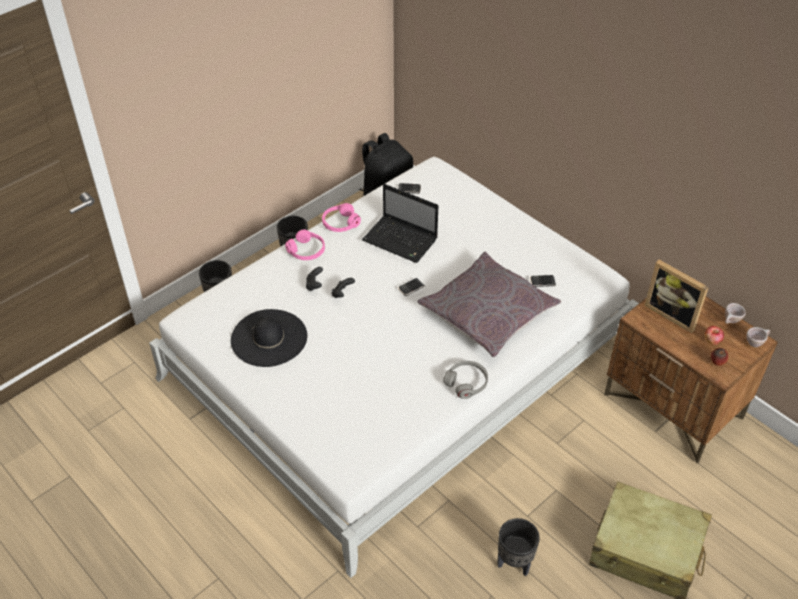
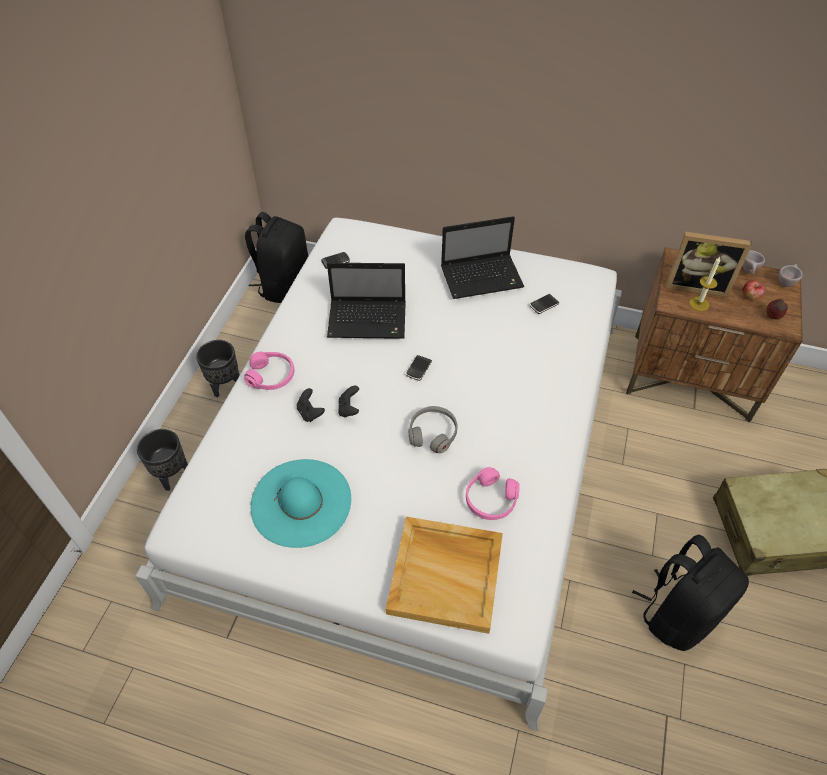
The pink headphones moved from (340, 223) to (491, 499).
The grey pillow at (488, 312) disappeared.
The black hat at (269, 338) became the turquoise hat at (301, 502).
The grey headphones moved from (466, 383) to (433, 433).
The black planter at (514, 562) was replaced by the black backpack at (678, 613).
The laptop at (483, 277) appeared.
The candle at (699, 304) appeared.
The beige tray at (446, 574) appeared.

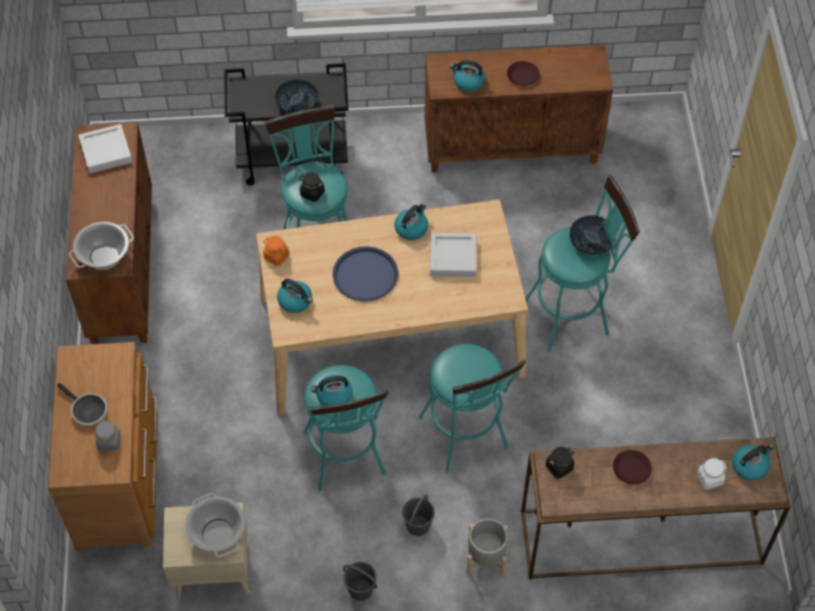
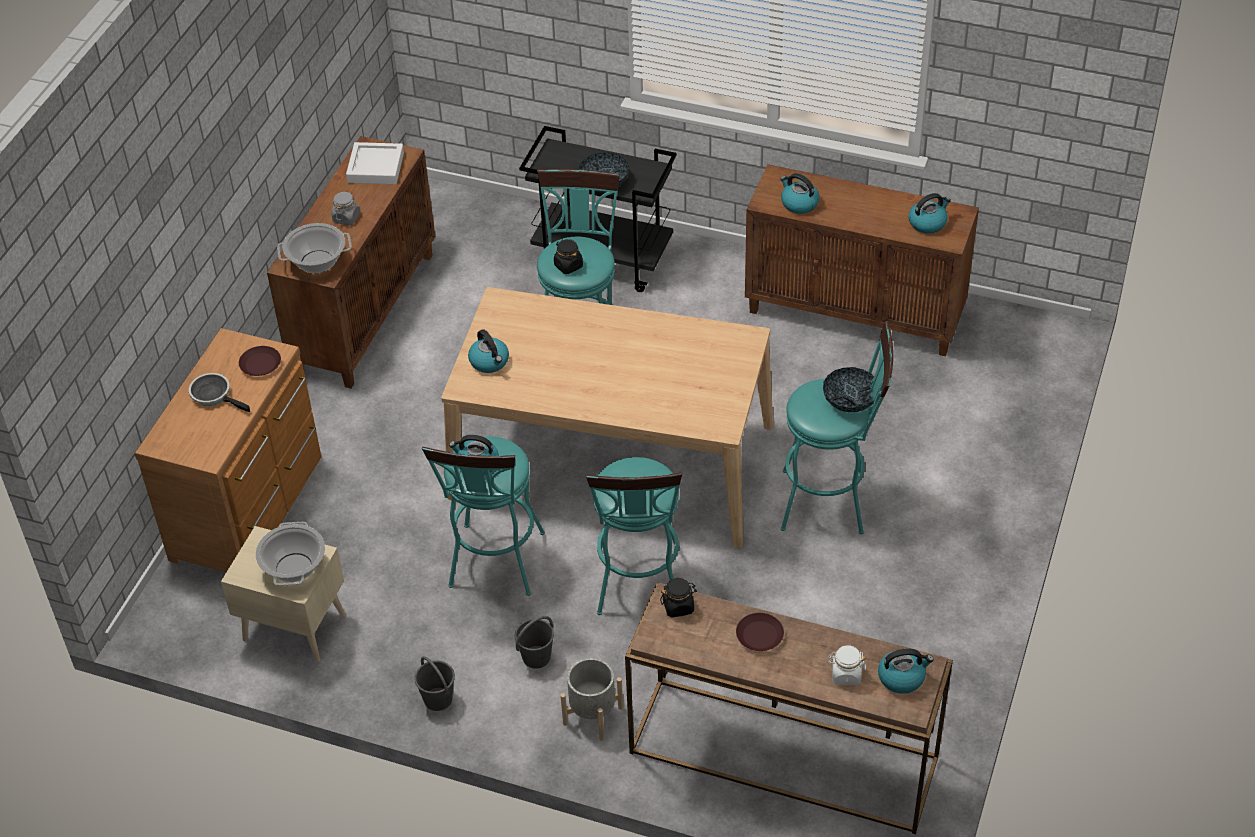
The brown plate moved from (523, 76) to (261, 365).
The kettle moved from (411, 228) to (928, 223).
The grey tray at (453, 258) disappeared.
The orange jar at (276, 256) disappeared.
The blue tray at (365, 275) disappeared.
The frying pan at (87, 411) turned 150 degrees clockwise.
The grey jar moved from (109, 441) to (346, 218).

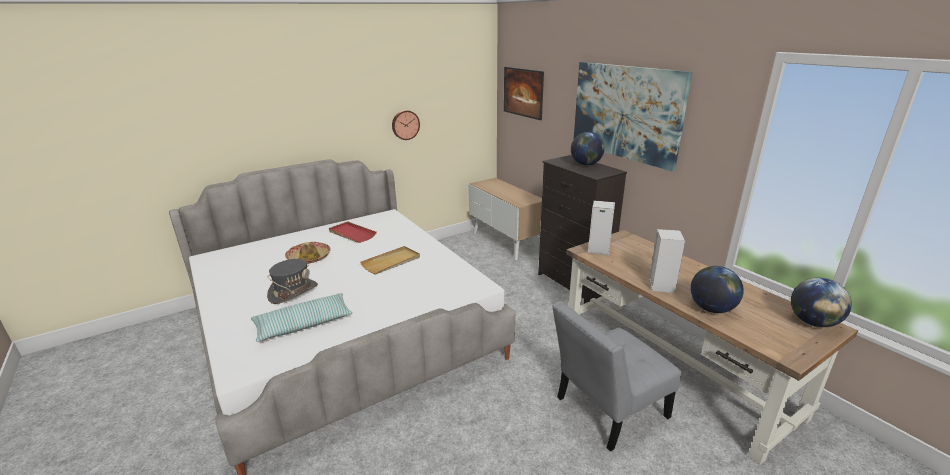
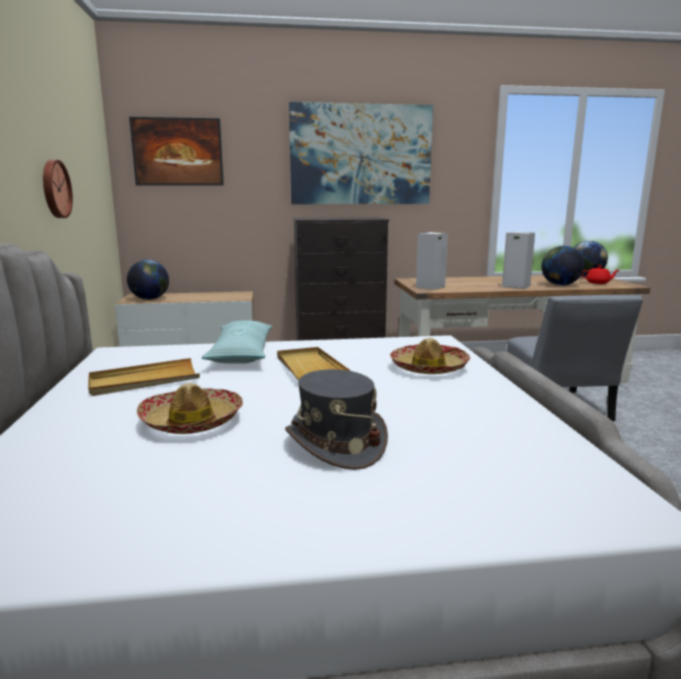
The globe moved from (586, 164) to (150, 299).
The red tray at (352, 234) became the beige tray at (144, 381).
The pillow moved from (304, 324) to (241, 354).
The red teapot at (598, 283) appeared.
The hat at (429, 367) appeared.

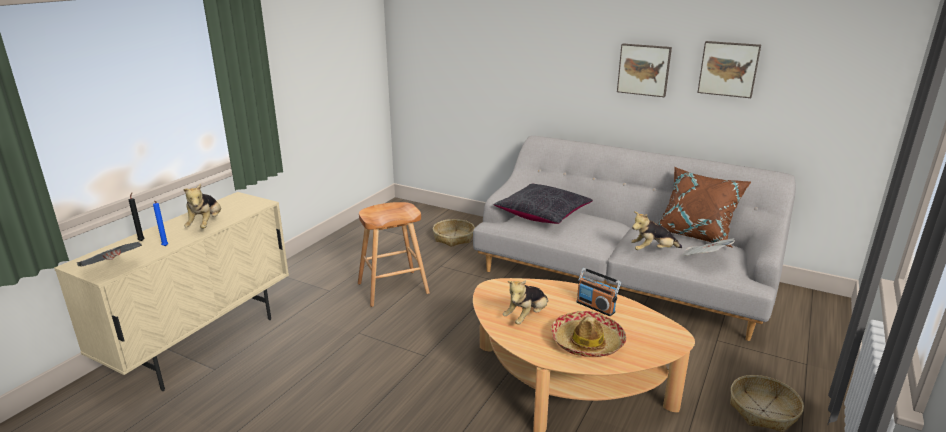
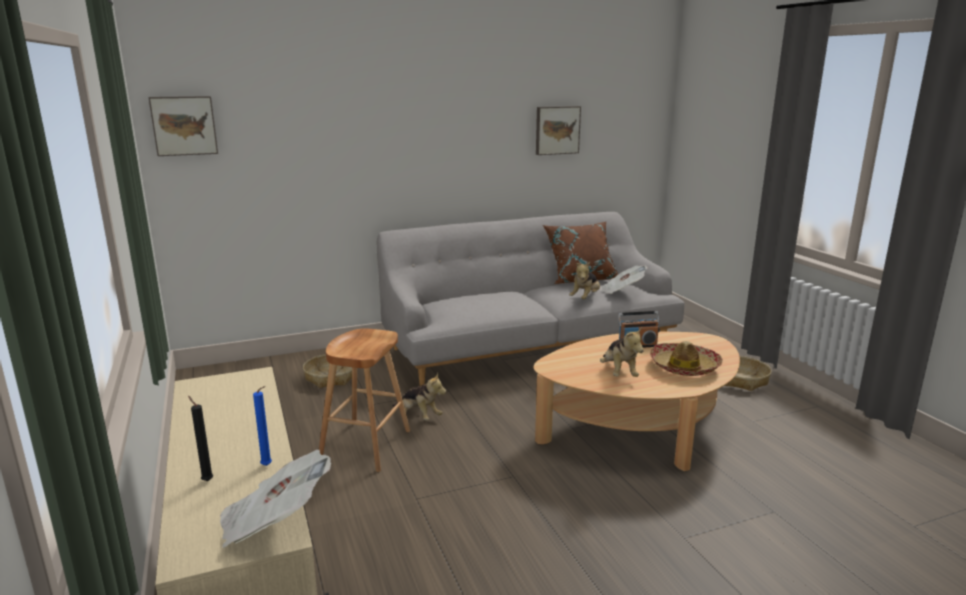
The picture moved from (644, 69) to (184, 125).
The plush toy moved from (206, 225) to (419, 416).
The black pillow at (542, 214) disappeared.

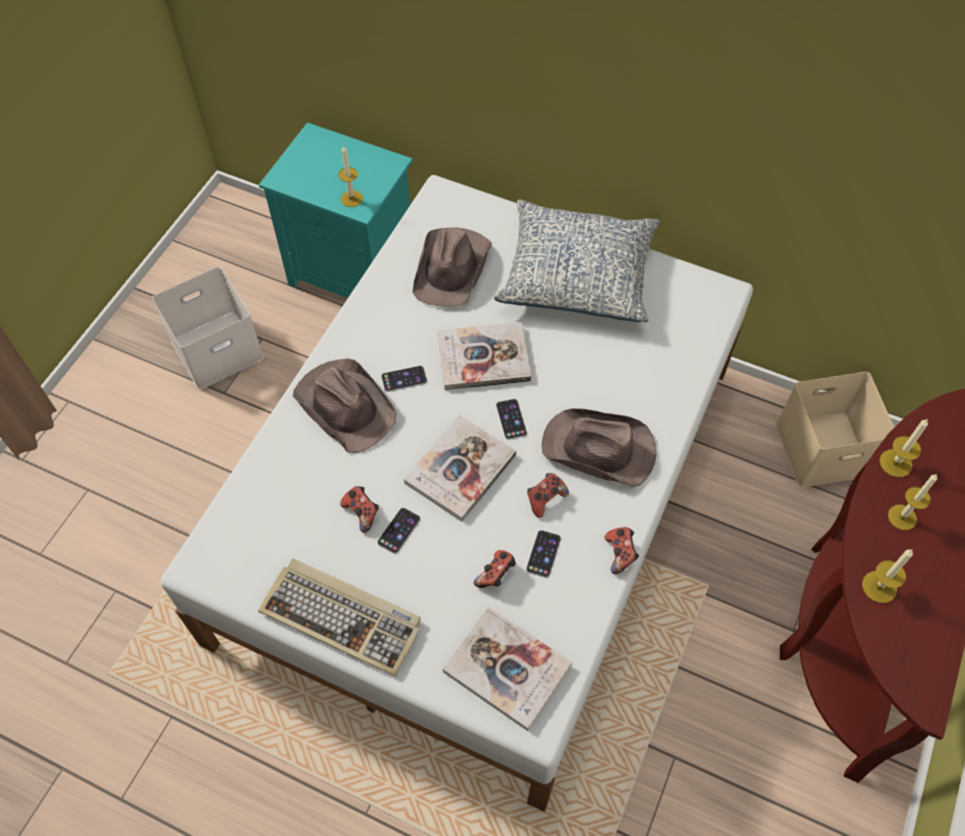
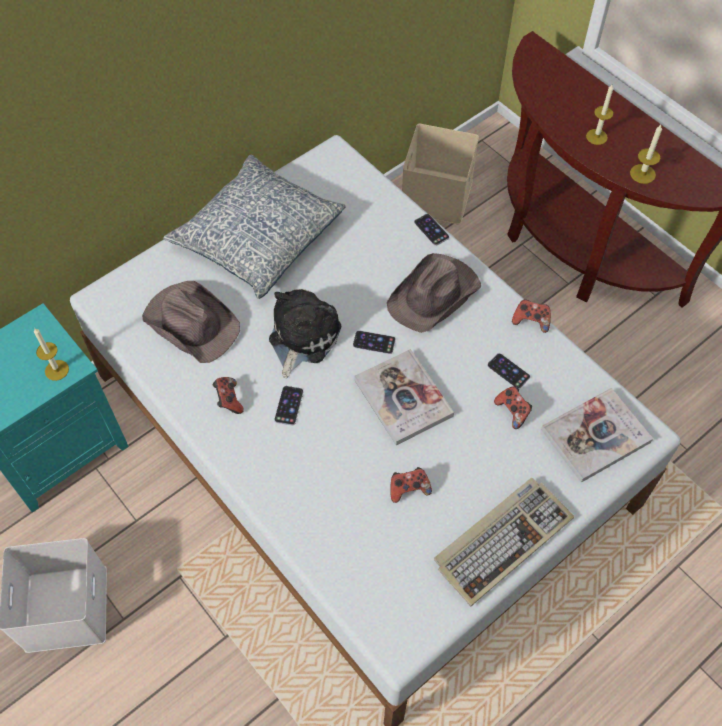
The book at (483, 358) was replaced by the plush toy at (302, 337).
The brown hat at (345, 405) disappeared.
The candle at (895, 463) disappeared.
The game controller moved from (545, 499) to (228, 400).
The phone moved from (399, 530) to (431, 230).

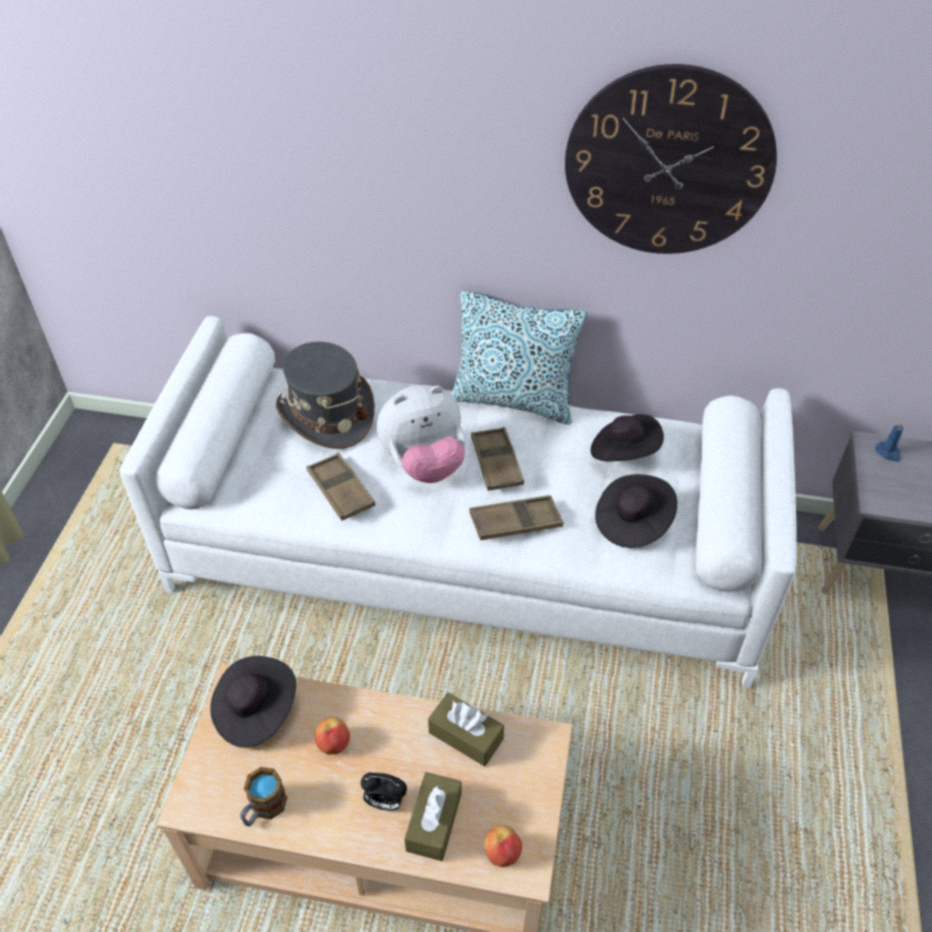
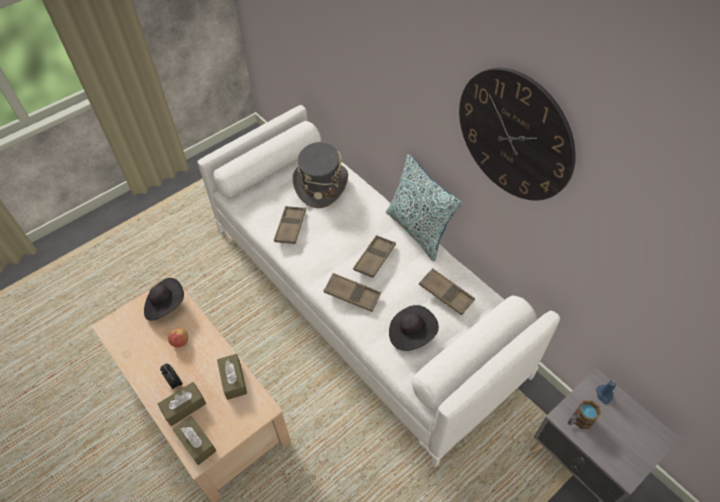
The plush toy at (424, 463) disappeared.
The black hat at (624, 452) was replaced by the brown tray at (446, 294).
The mug moved from (263, 808) to (578, 421).
The apple at (502, 853) was replaced by the brown tissue box at (196, 443).

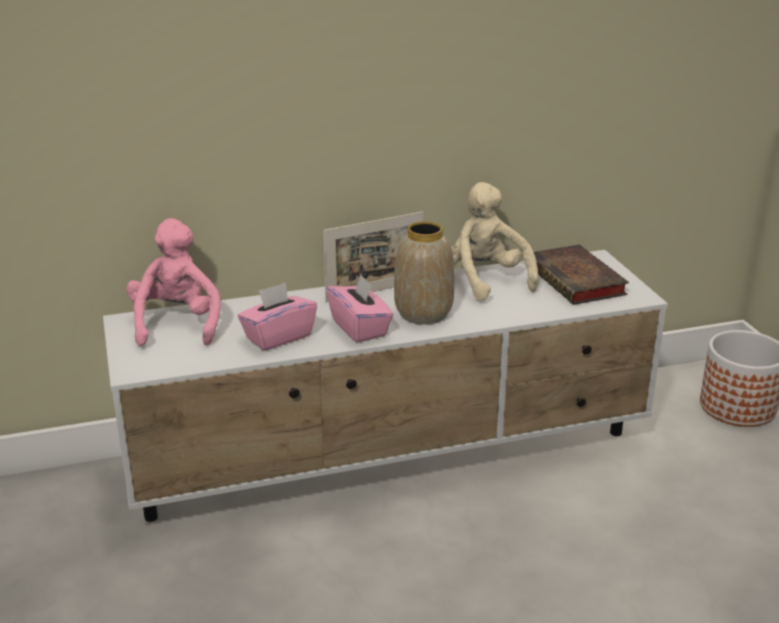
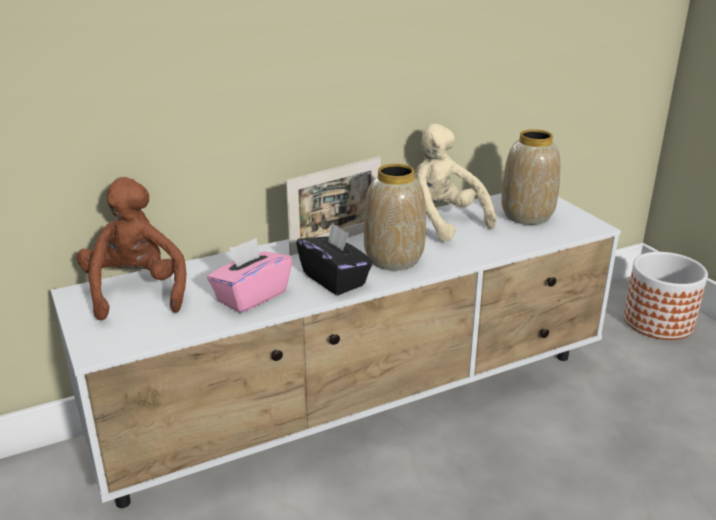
The pink plush toy at (177, 324) became the brown plush toy at (136, 292).
The book at (577, 281) was replaced by the vase at (528, 216).
The pink tissue box at (360, 328) became the black tissue box at (335, 279).

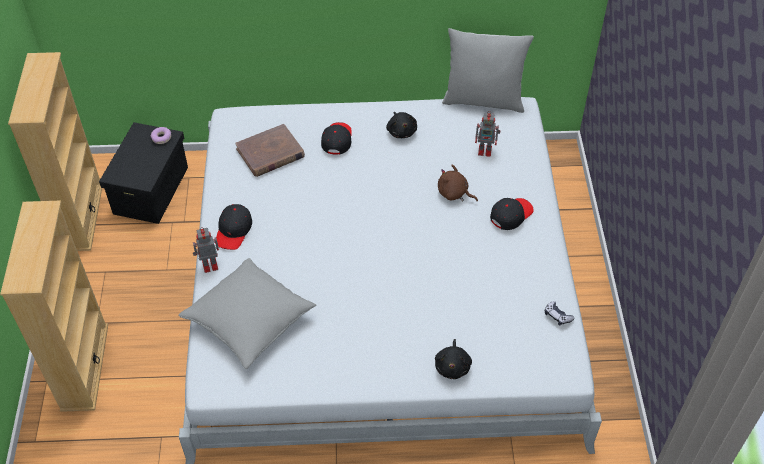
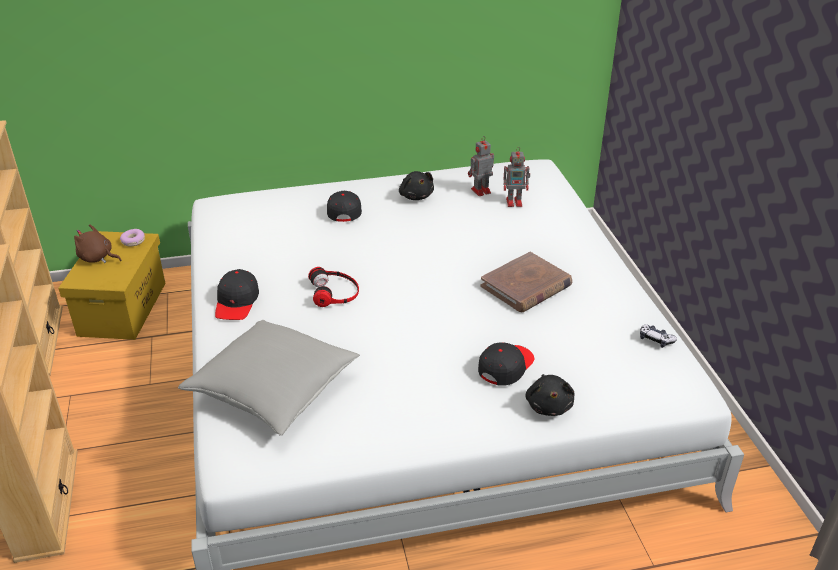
The grey pillow at (483, 100) disappeared.
The black storage box at (151, 189) became the yellow storage box at (122, 308).
The brown book moved from (270, 153) to (526, 286).
The brown plush toy moved from (454, 193) to (97, 258).
The black cap moved from (511, 215) to (505, 367).
The toy robot moved from (209, 265) to (480, 191).
The headphones at (335, 292) appeared.

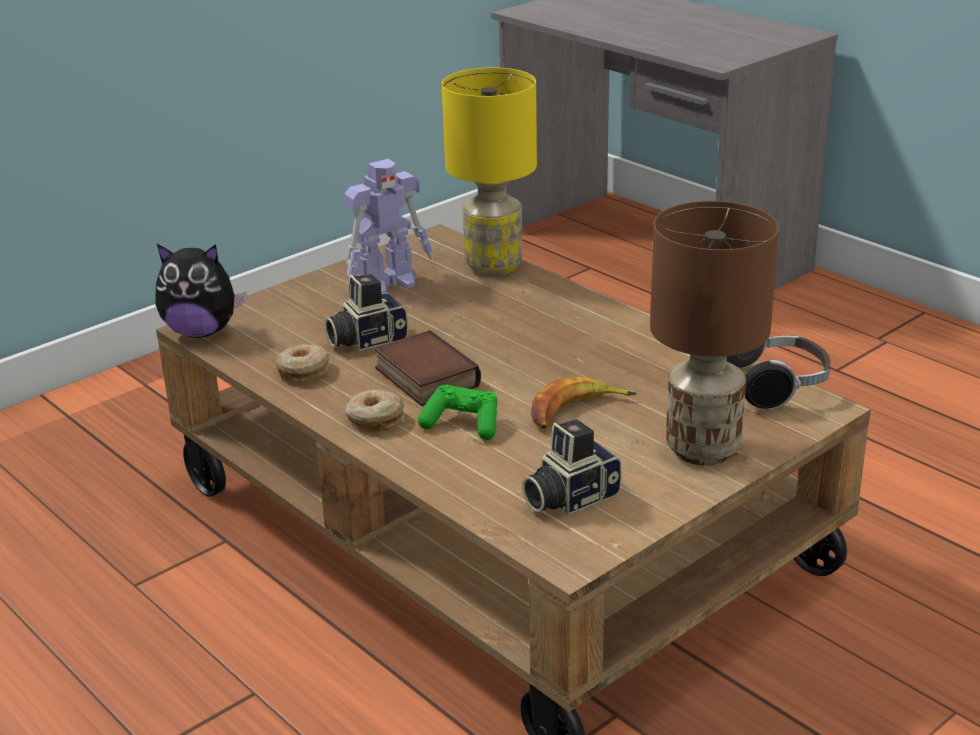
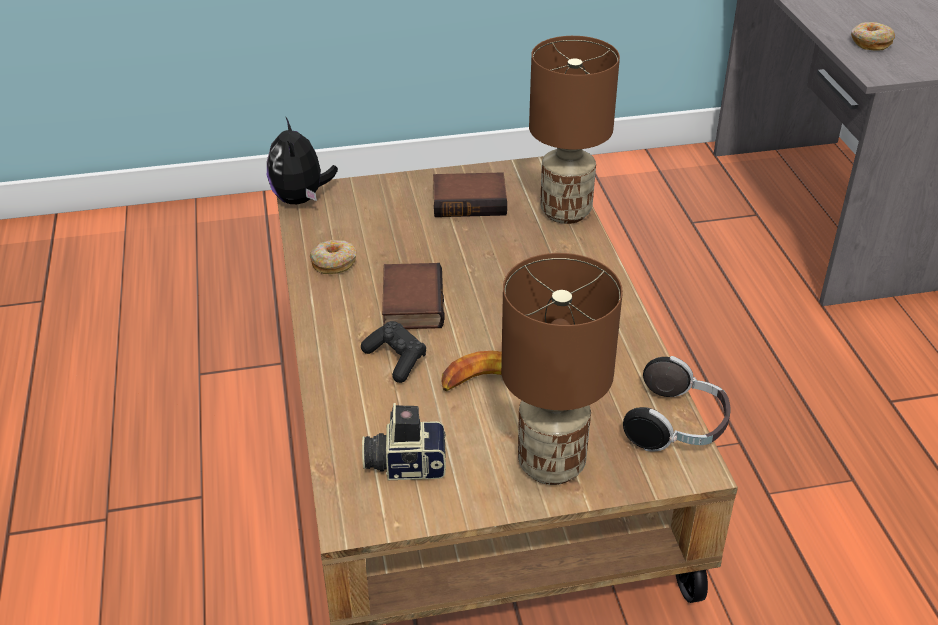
The yellow table lamp at (492, 266) became the brown table lamp at (564, 212).
The toy robot at (389, 283) was replaced by the book at (470, 201).
The plush toy at (202, 332) turned 45 degrees clockwise.
The photo camera at (366, 339) disappeared.
The green game controller at (463, 424) became the black game controller at (396, 359).
The donut moved from (374, 419) to (870, 42).

